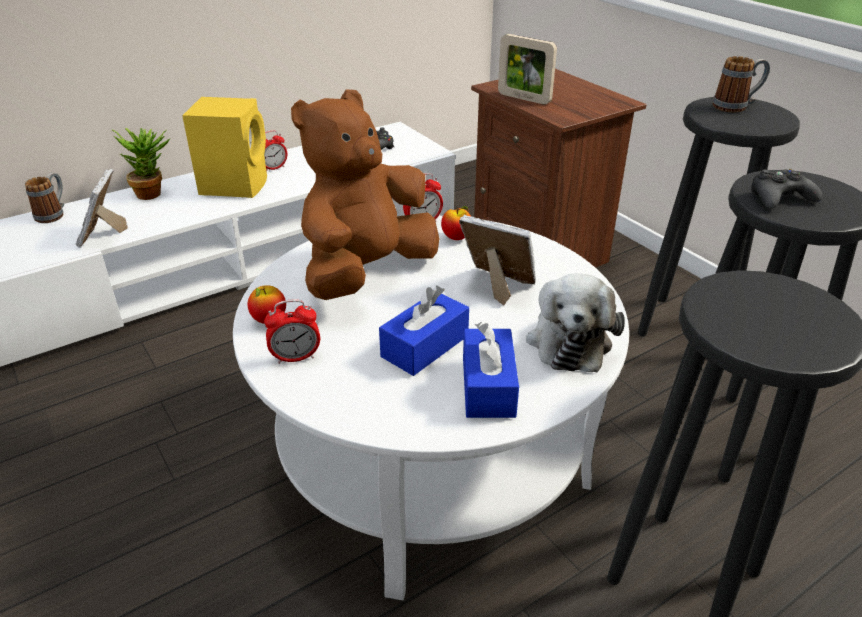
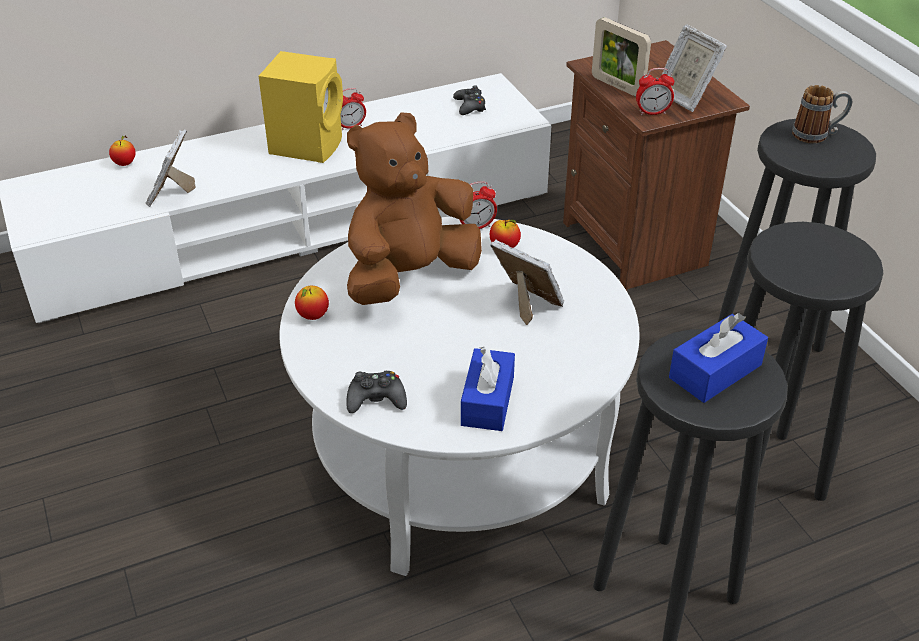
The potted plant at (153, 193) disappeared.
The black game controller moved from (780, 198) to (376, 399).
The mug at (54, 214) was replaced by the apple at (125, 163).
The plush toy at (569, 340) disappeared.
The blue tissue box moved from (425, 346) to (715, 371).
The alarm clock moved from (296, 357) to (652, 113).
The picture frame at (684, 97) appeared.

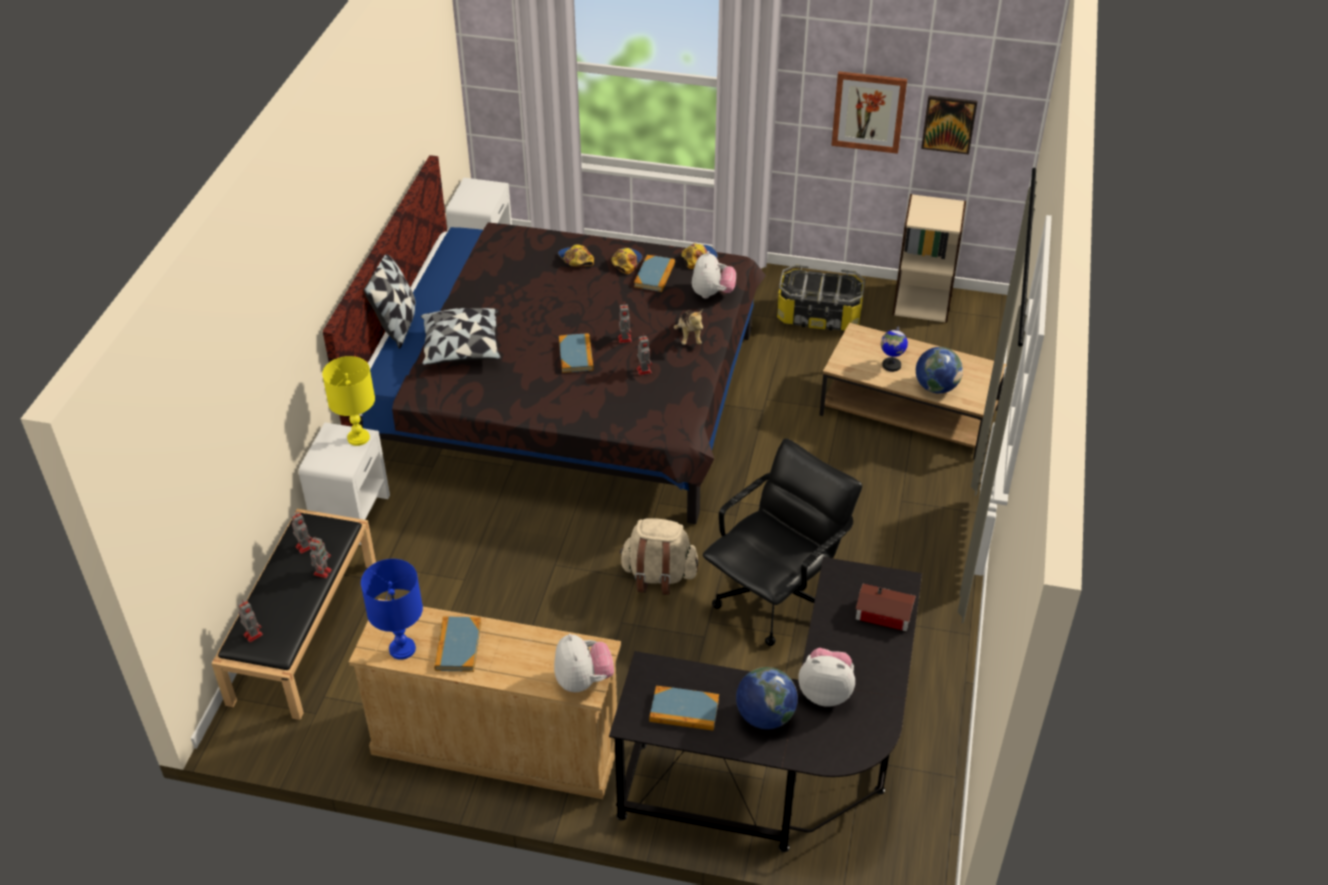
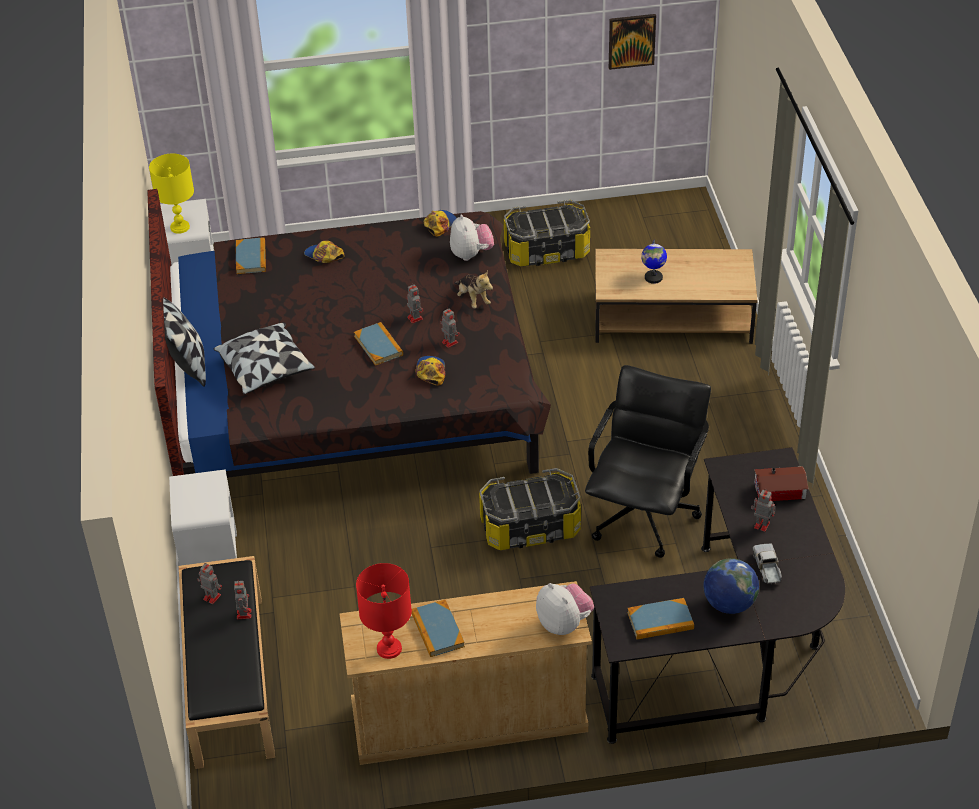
The picture at (868, 111) disappeared.
The beige bookcase at (922, 302) disappeared.
The cap moved from (626, 262) to (431, 372).
The book moved from (654, 275) to (251, 258).
The globe at (936, 387) disappeared.
The yellow table lamp moved from (359, 437) to (180, 227).
The beige backpack at (658, 576) was replaced by the storage box at (530, 528).
The blue table lamp at (401, 649) became the red table lamp at (388, 649).
The toy robot moved from (252, 634) to (761, 524).
The plush toy at (825, 692) was replaced by the toy truck at (767, 568).

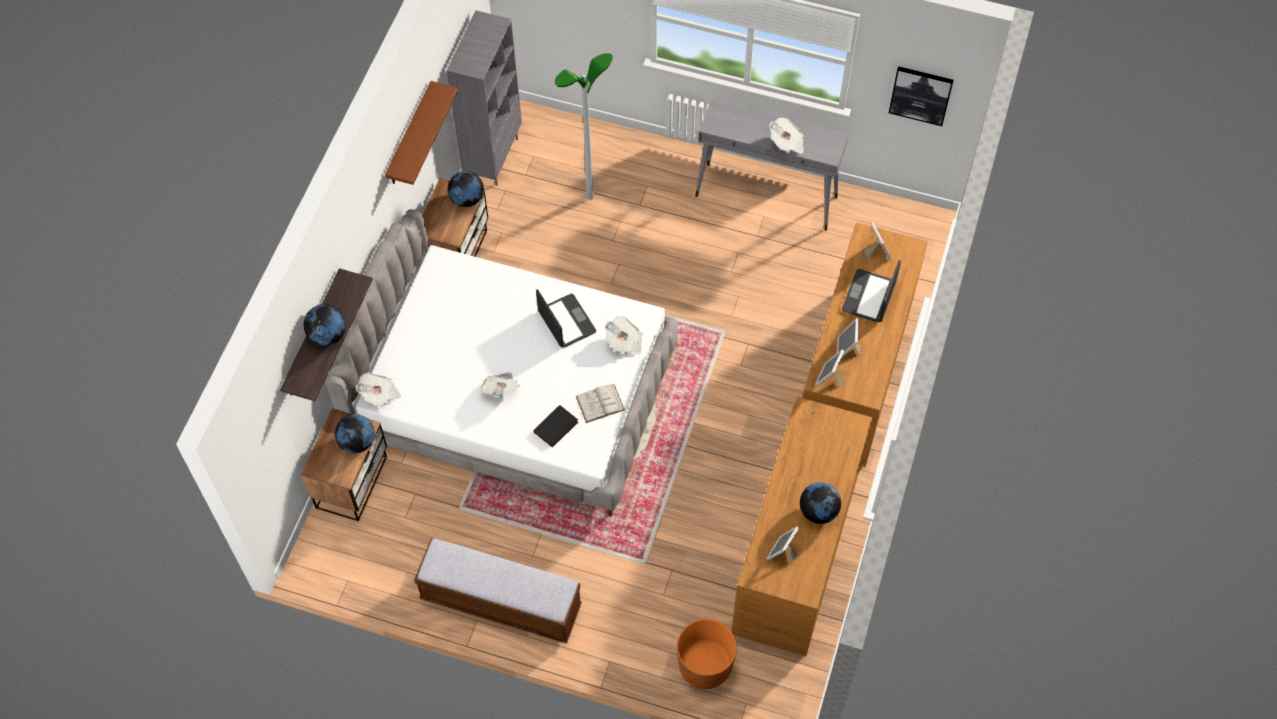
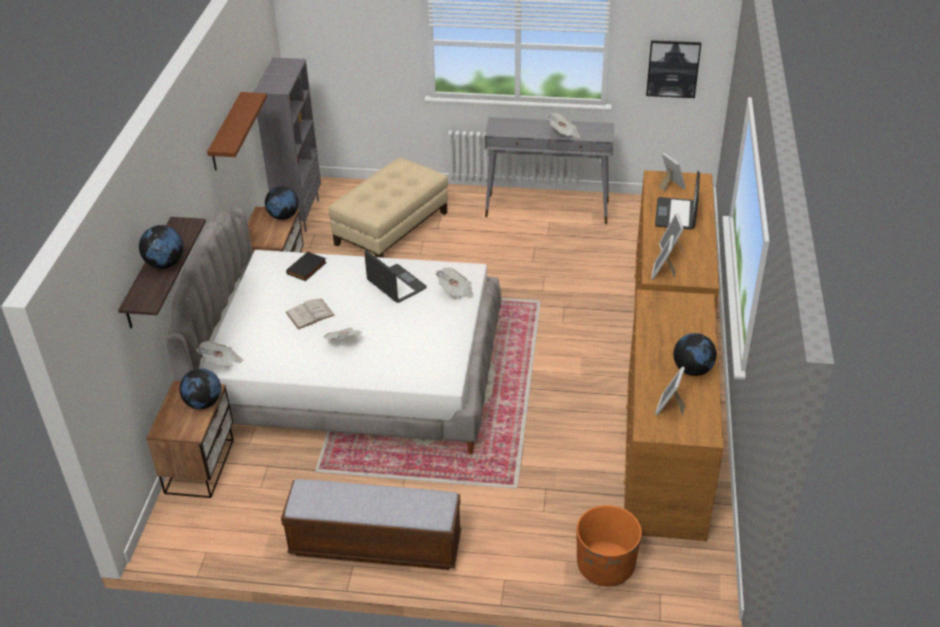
The floor lamp at (590, 197) was replaced by the beige ottoman at (392, 229).
The white book moved from (600, 403) to (310, 314).
The black book moved from (556, 428) to (307, 268).

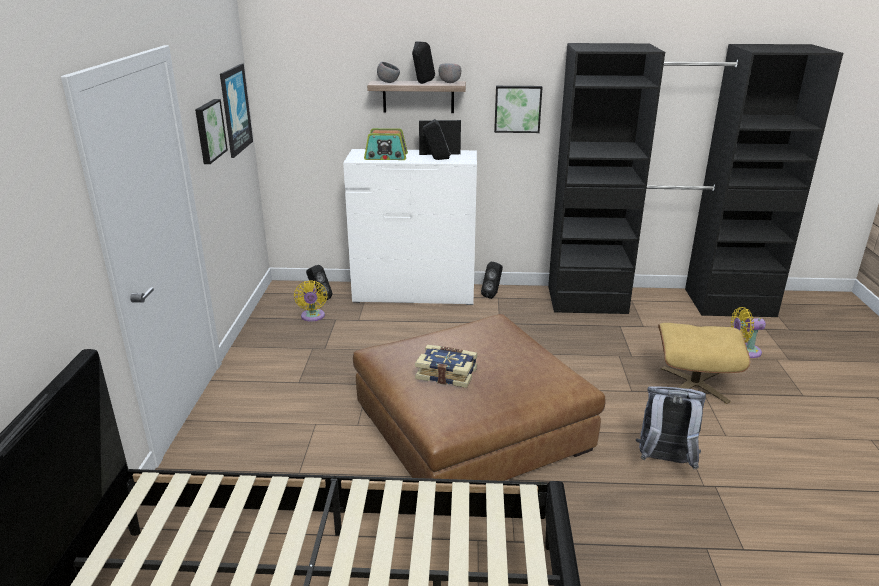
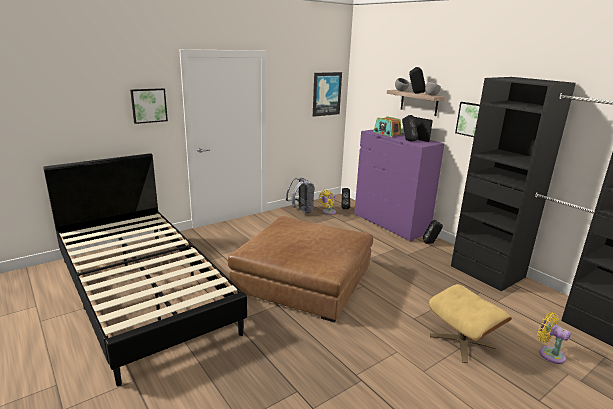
The picture moved from (209, 130) to (148, 105).
The white dresser at (414, 294) became the purple dresser at (390, 224).
The book at (447, 373) disappeared.
The grey backpack moved from (664, 462) to (301, 211).

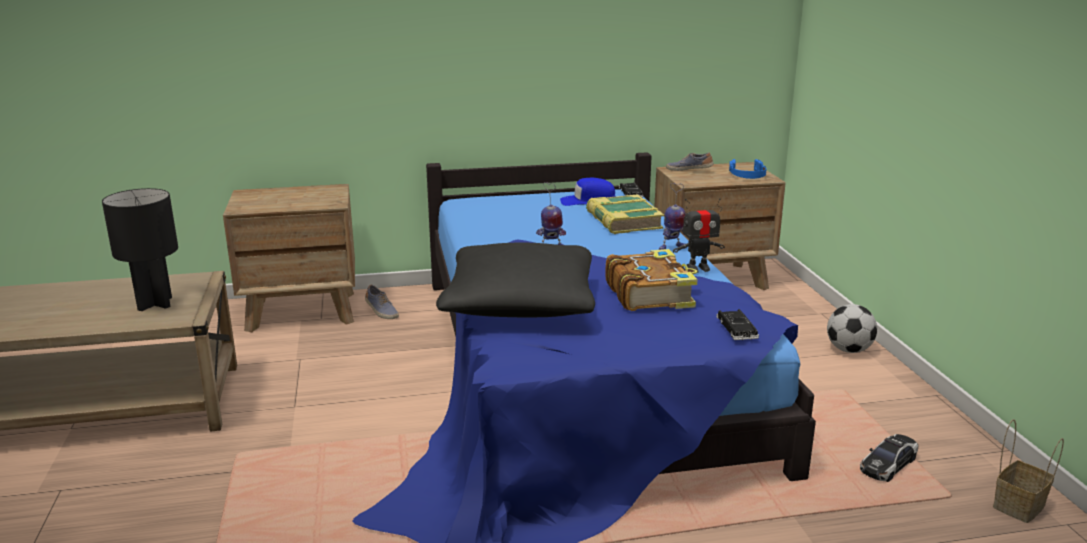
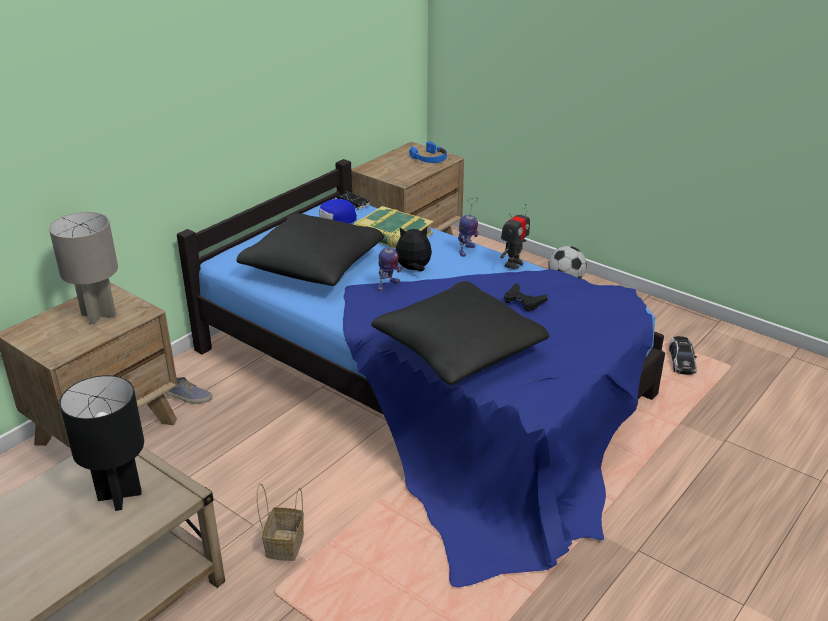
The shoe at (689, 170) disappeared.
The book at (650, 294) was replaced by the black game controller at (523, 301).
The black toy car at (736, 329) disappeared.
The basket moved from (1018, 505) to (284, 544).
The grey table lamp at (98, 315) appeared.
The black pillow at (313, 266) appeared.
The plush toy at (413, 269) appeared.

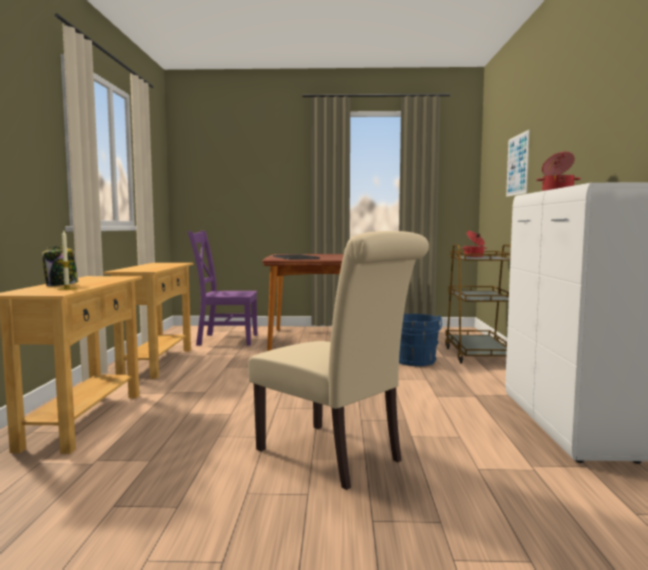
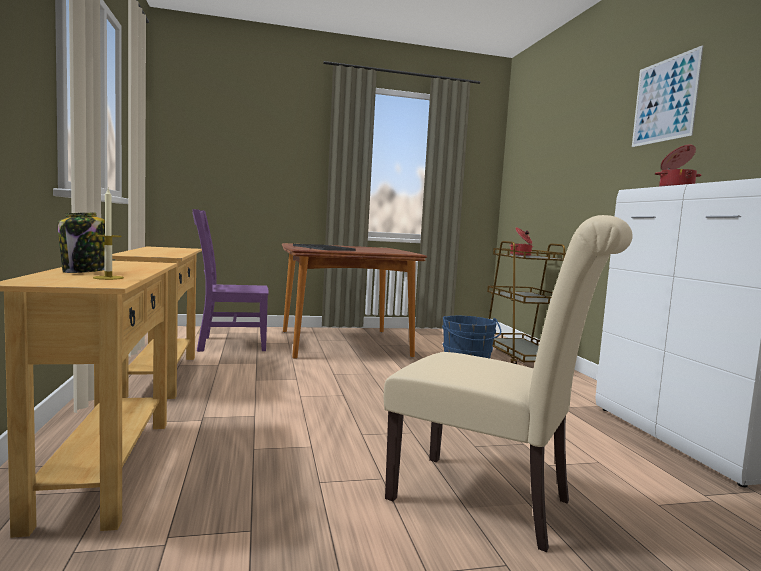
The picture moved from (517, 165) to (665, 100).

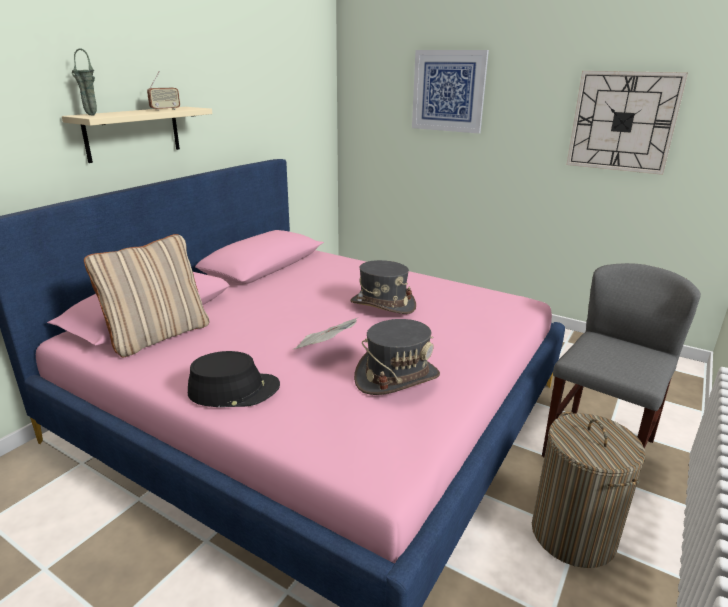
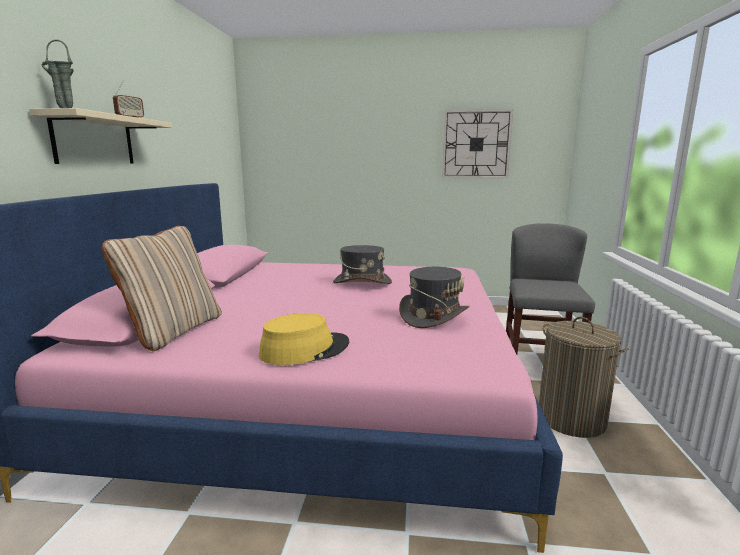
The picture at (448, 91) disappeared.
The newspaper at (325, 349) disappeared.
The black hat at (234, 389) became the yellow hat at (305, 349).

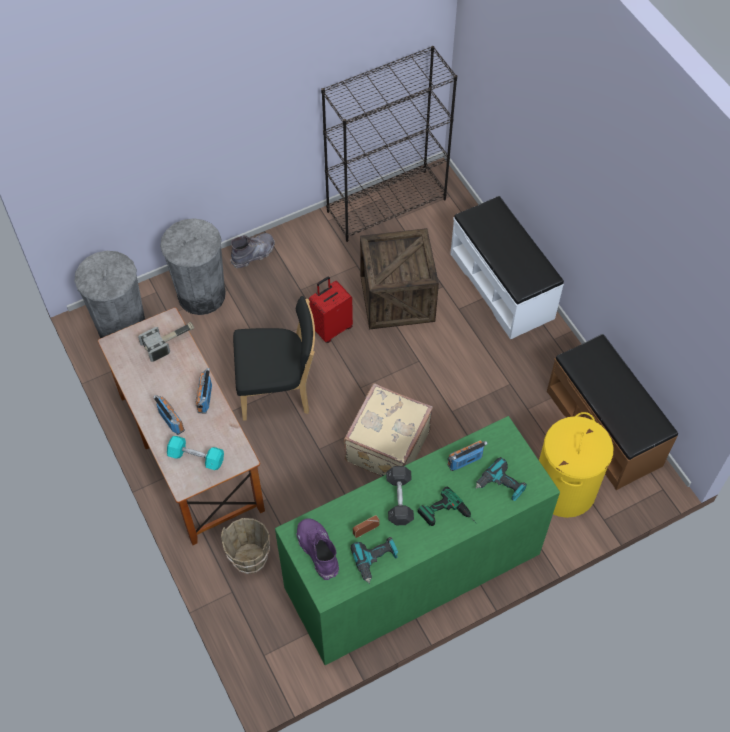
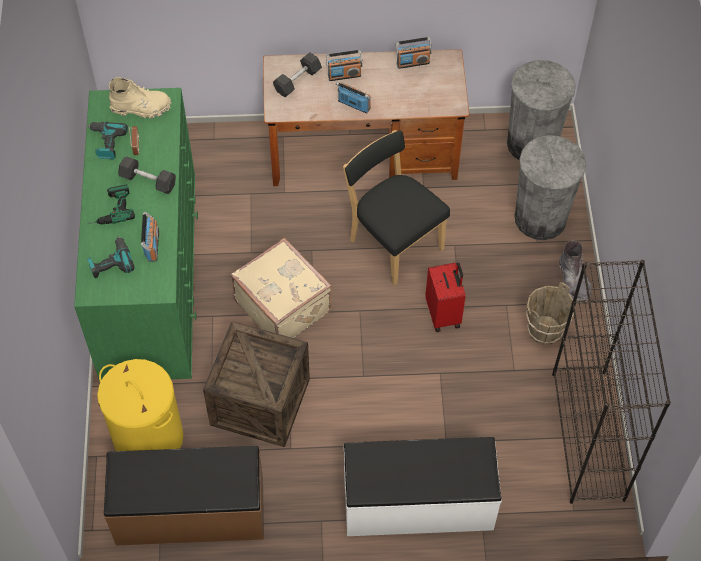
The crate moved from (397, 298) to (260, 402).
The black chair at (278, 390) turned 120 degrees clockwise.
The hammer at (170, 341) disappeared.
The turquoise dumbbell at (196, 457) became the grey dumbbell at (297, 81).
The brown bucket moved from (250, 558) to (545, 331).
The purple boot at (318, 550) became the beige boot at (141, 108).
The radio at (412, 62) appeared.

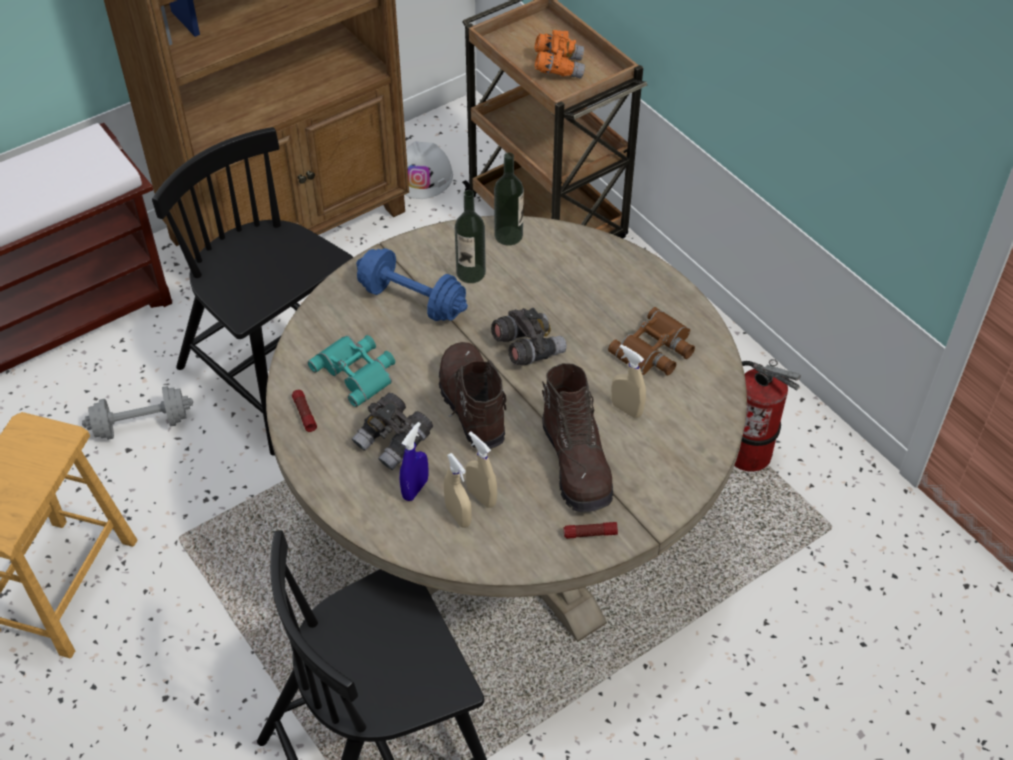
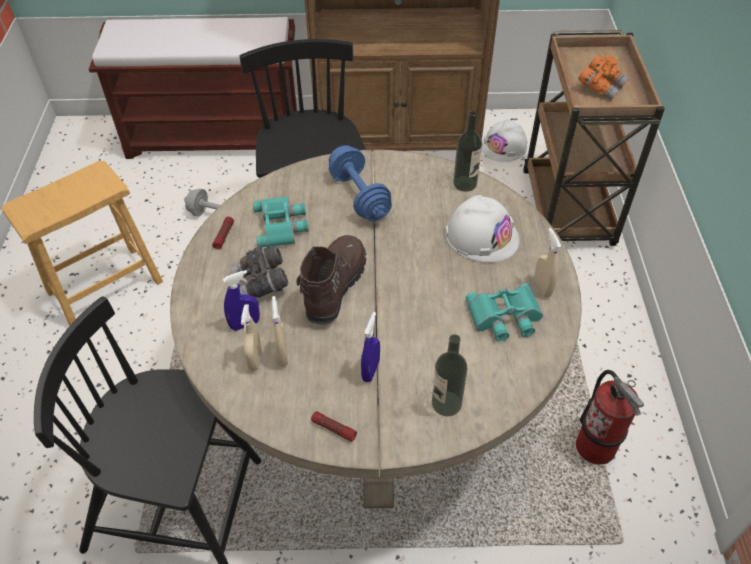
The bottle moved from (471, 273) to (446, 403).
The brown binoculars at (655, 350) became the turquoise binoculars at (505, 317).
The grey binoculars at (527, 348) disappeared.
The beige spray bottle moved from (626, 409) to (542, 287).
The brown boot at (577, 464) was replaced by the blue spray bottle at (370, 370).
The white hard hat at (481, 236) appeared.

